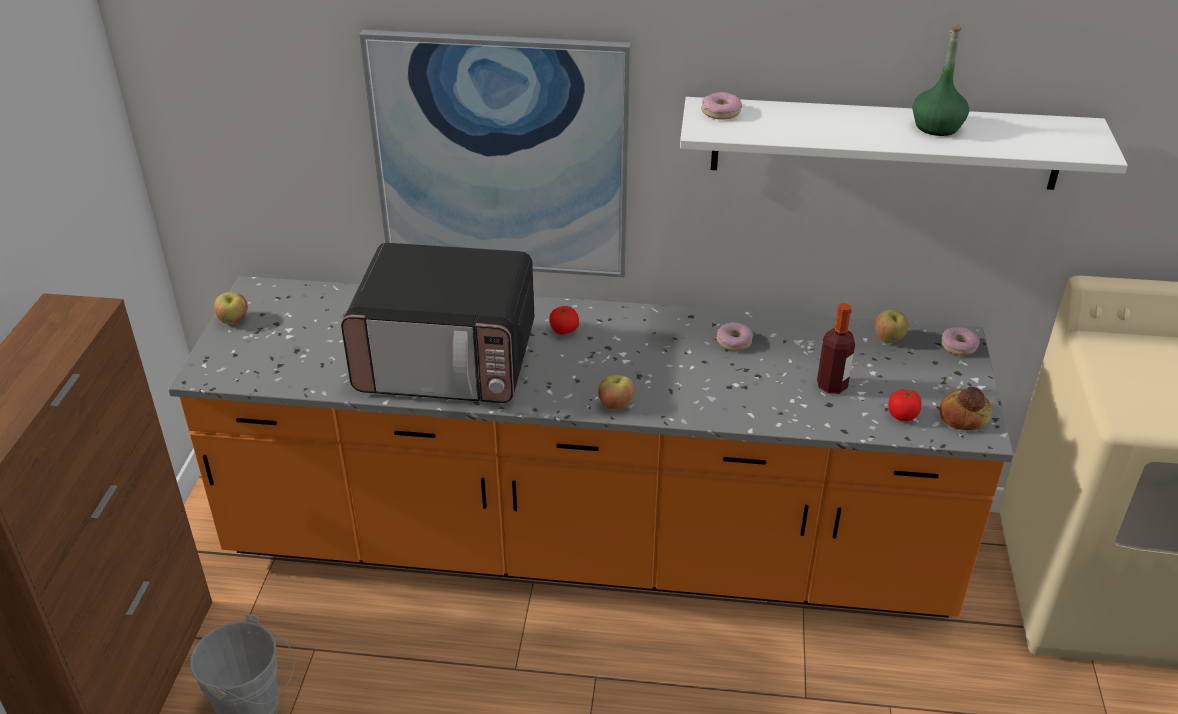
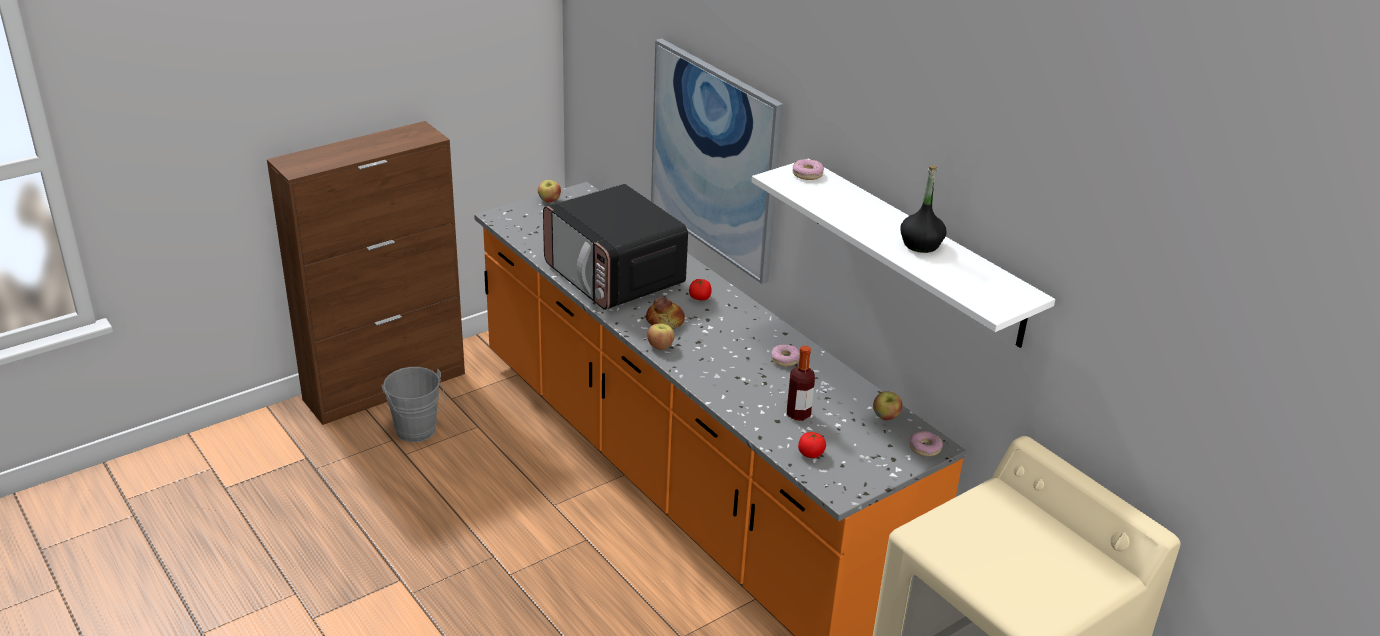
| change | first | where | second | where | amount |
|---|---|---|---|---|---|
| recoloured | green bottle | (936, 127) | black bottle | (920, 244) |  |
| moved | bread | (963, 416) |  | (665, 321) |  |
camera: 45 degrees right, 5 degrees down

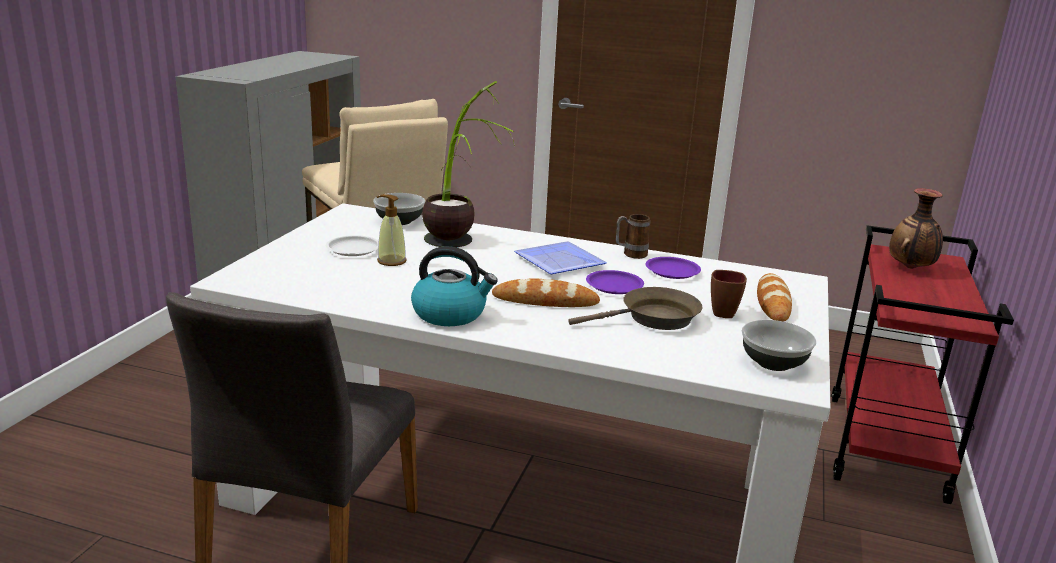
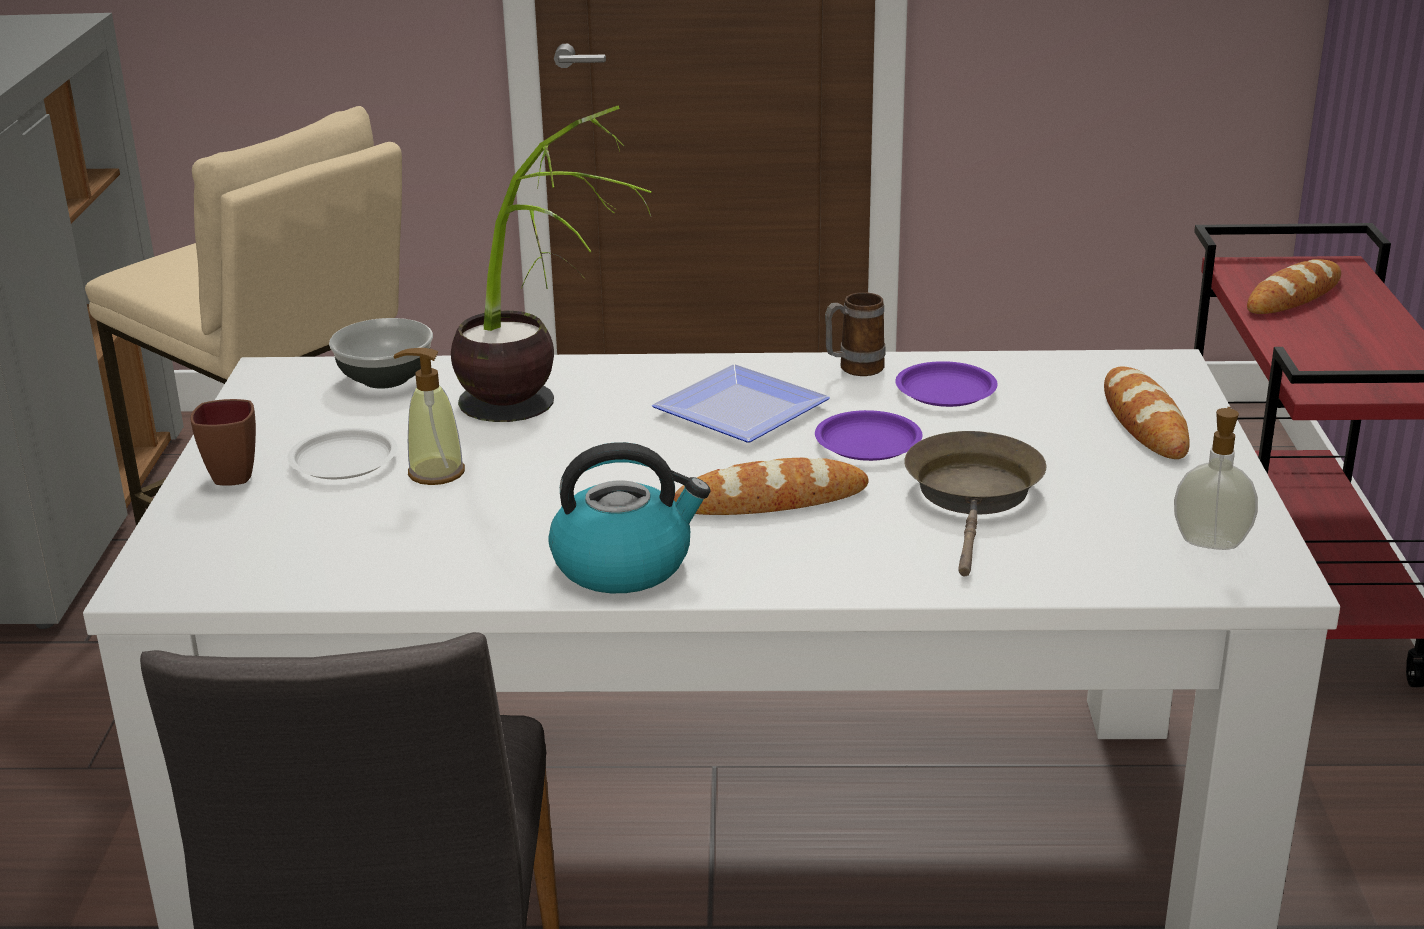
| change | first | where | second | where | amount |
|---|---|---|---|---|---|
| replaced | vase | (910, 268) | bread | (1293, 296) |  |
| moved | brown mug | (723, 311) |  | (234, 472) |  |
| turned | brown frying pan | (653, 318) |  | (974, 496) | 45 degrees counterclockwise |
| replaced | bowl | (772, 363) | soap dispenser | (1210, 542) |  |
camera: 15 degrees left, 5 degrees up

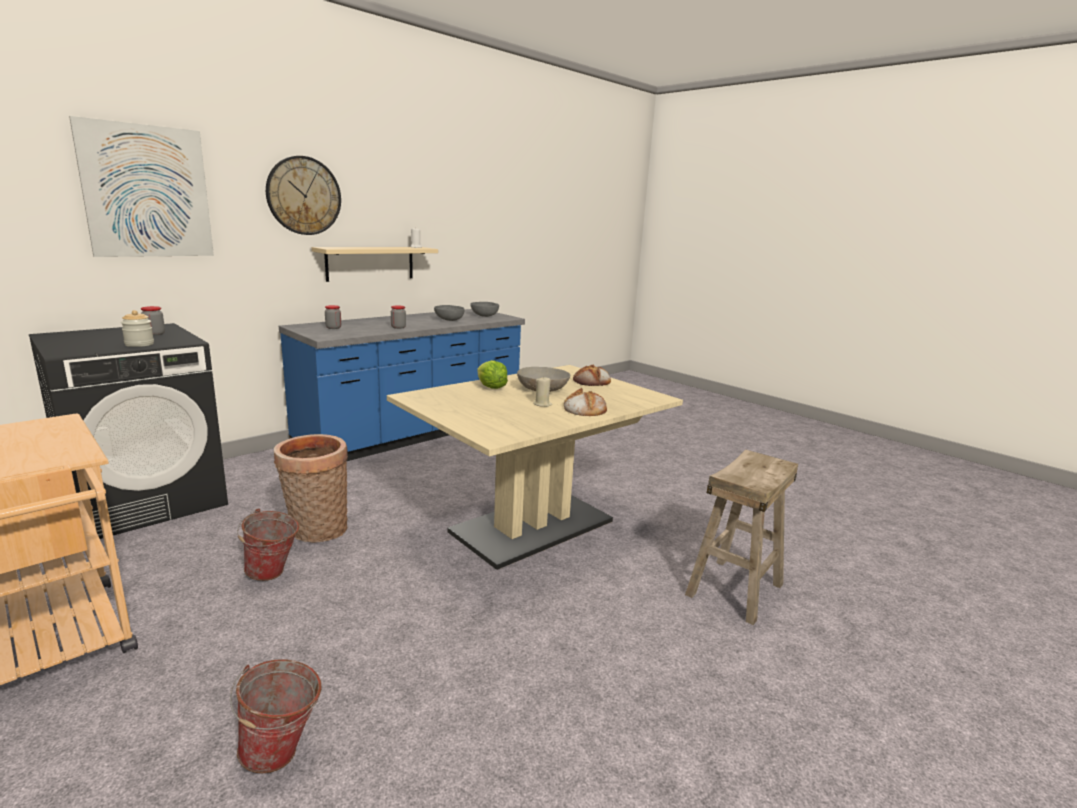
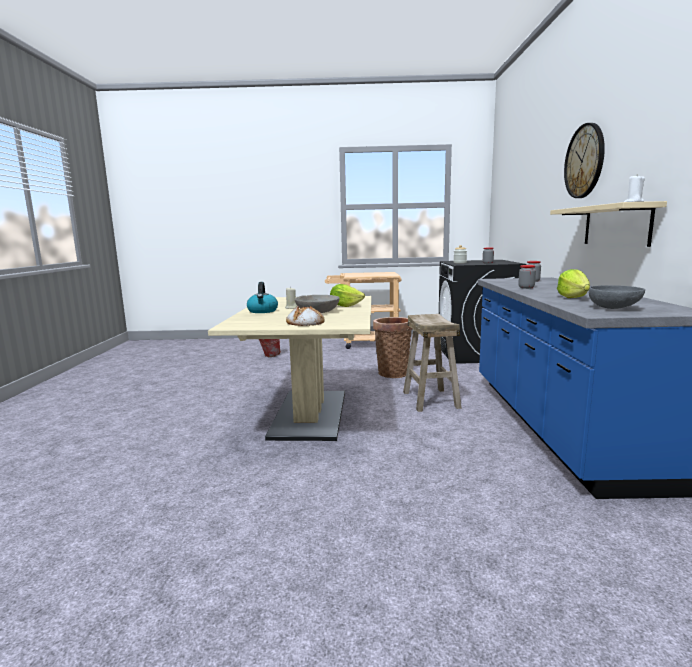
| change | first | where | second | where | amount |
|---|---|---|---|---|---|
| removed | picture | (147, 192) |  |  |  |
| replaced | grey bowl | (449, 320) | lettuce | (573, 297) |  |
| replaced | bread | (584, 409) | kettle | (263, 311) |  |
| moved | beige stool | (734, 588) |  | (431, 400) |  |
| removed | bucket | (272, 574) |  |  |  |
camera: 135 degrees right, 5 degrees down

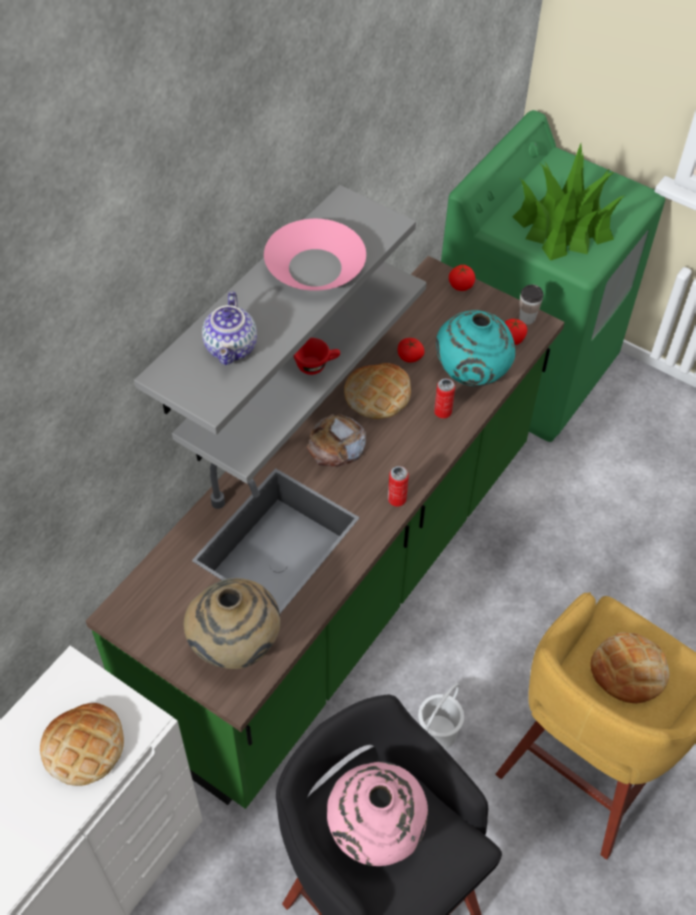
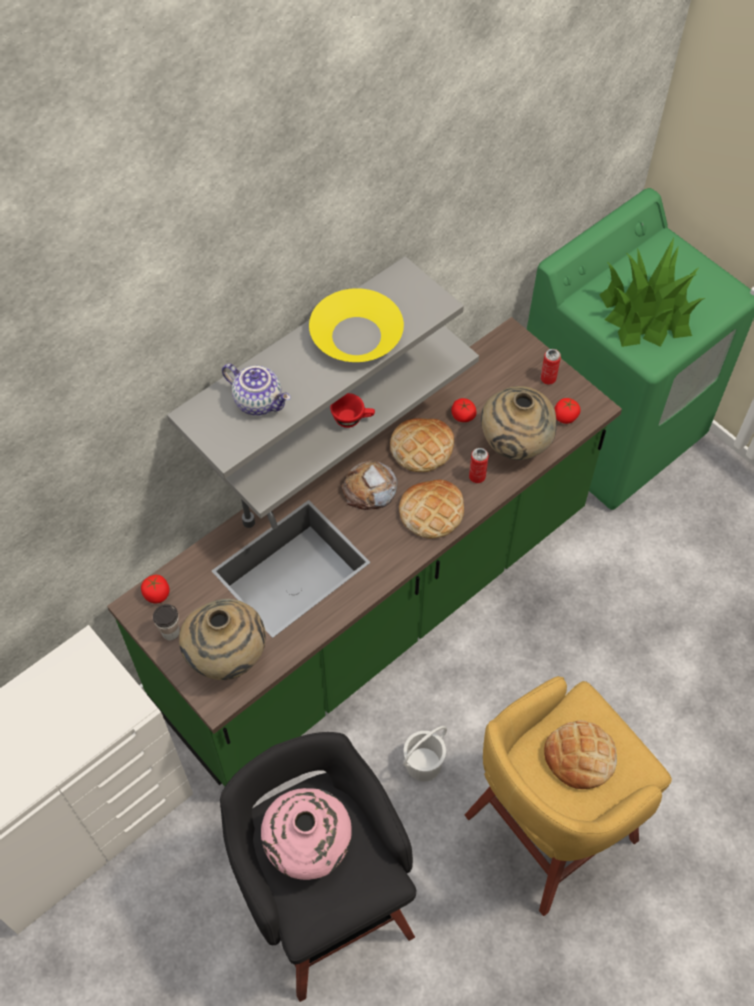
| change | first | where | second | where | amount |
|---|---|---|---|---|---|
| recoloured | pink bowl | (315, 267) | yellow bowl | (356, 335) |  |
| moved | tomato | (461, 285) |  | (157, 594) |  |
| moved | cup | (527, 318) |  | (170, 632) |  |
| turned | teapot | (232, 348) |  | (259, 401) | 75 degrees counterclockwise |
| recoloured | turquoise vase | (471, 375) | beige vase | (515, 446) |  |
| moved | can | (397, 499) |  | (548, 378) |  |
| moved | bread | (84, 747) |  | (431, 512) |  |
camera: 15 degrees right, 5 degrees up

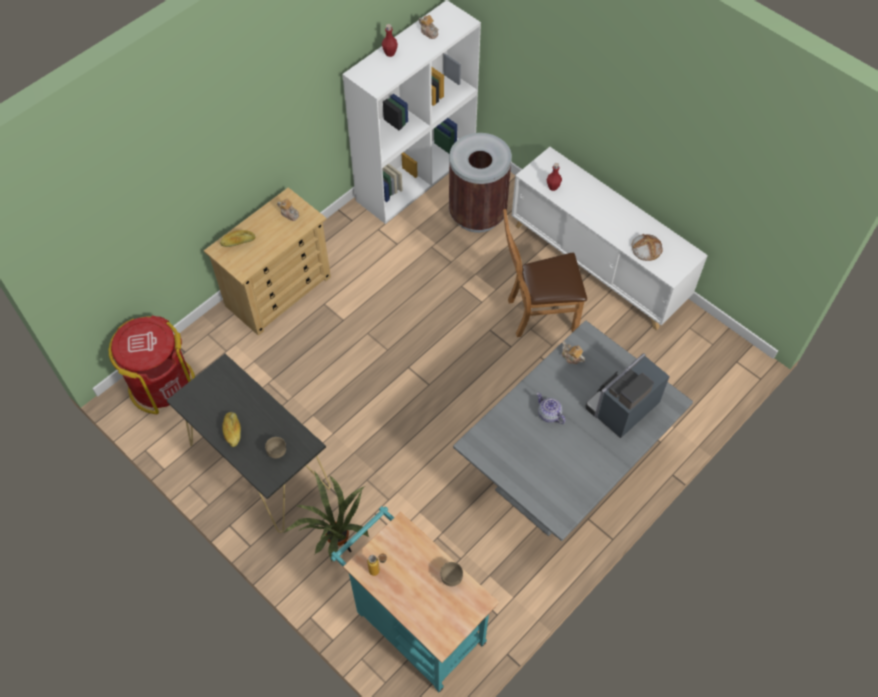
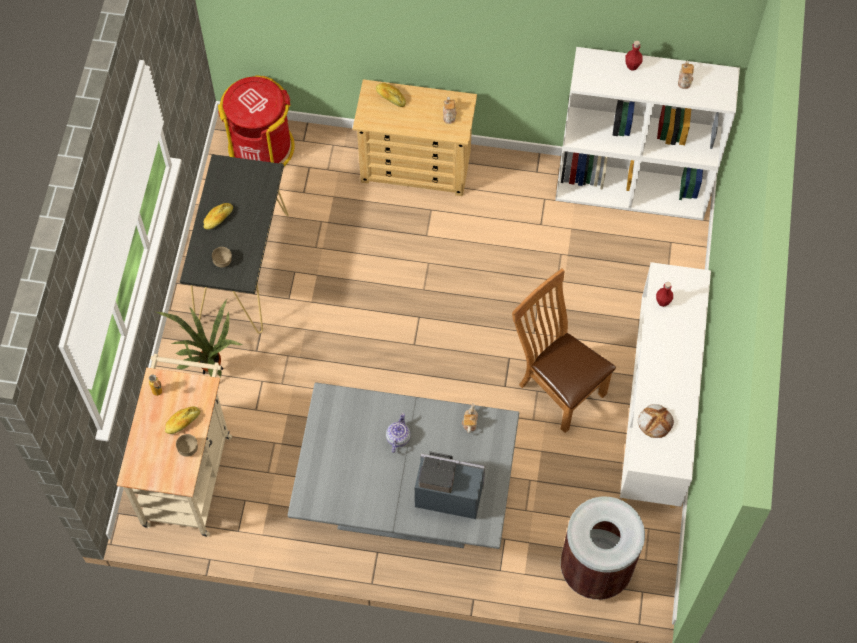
| change | first | where | second | where | amount |
|---|---|---|---|---|---|
| moved | brown trash can | (477, 214) |  | (595, 568) |  |
| recoloured | turquoise cart | (415, 623) | beige cart | (188, 473) |  |
| added |  |  | bread | (183, 422) |  |
camera: 55 degrees right, 5 degrees up

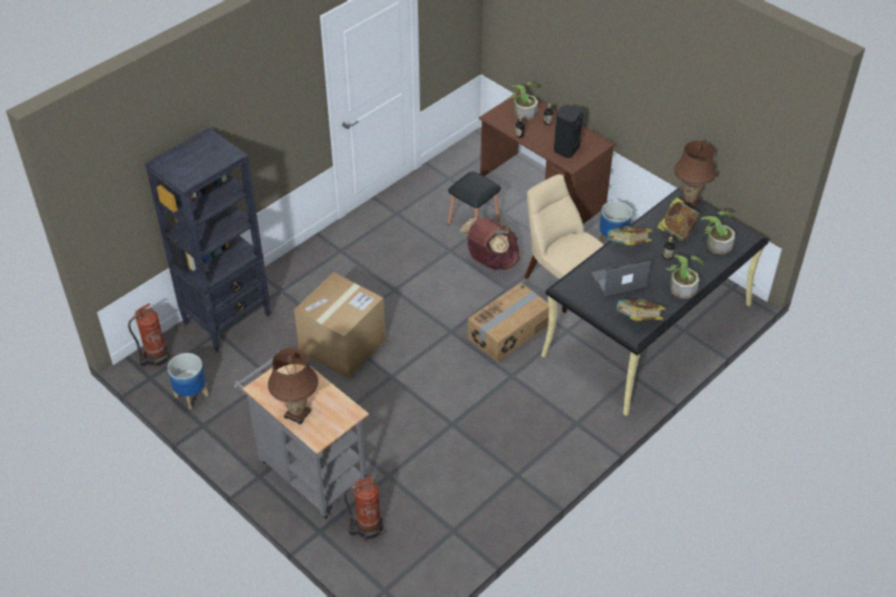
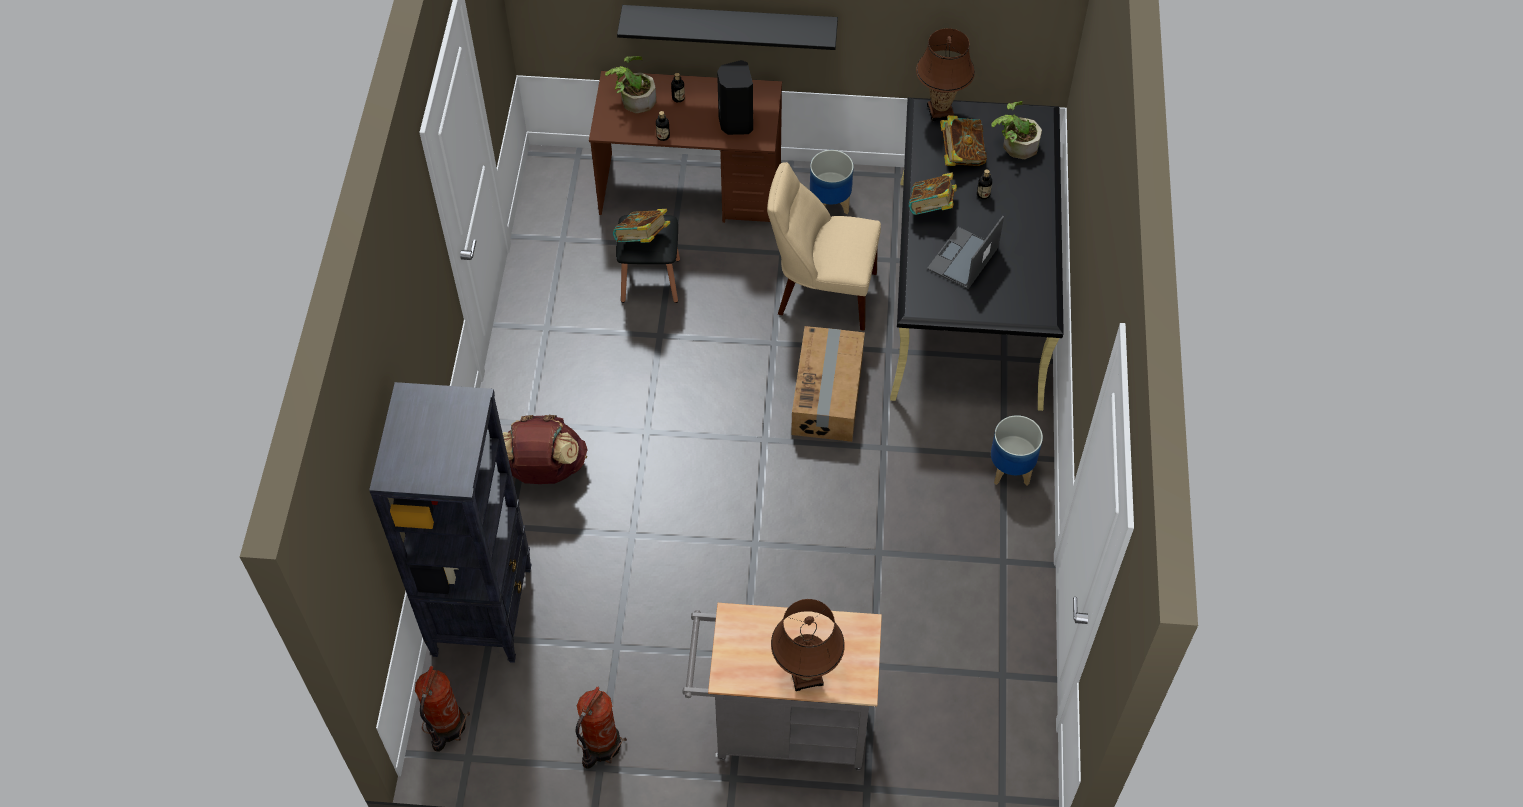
| change | first | where | second | where | amount |
|---|---|---|---|---|---|
| moved | brown backpack | (491, 261) |  | (543, 470) |  |
| removed | potted plant | (682, 286) |  |  |  |
| removed | cardboard box | (342, 345) |  |  |  |
| moved | book | (638, 320) |  | (642, 240) |  |
| moved | planter | (191, 395) |  | (1010, 470) |  |
| moved | fire extinguisher | (367, 527) |  | (599, 745) |  |
| added |  |  | black shelf | (730, 25) |  |
camera: 40 degrees left, 10 degrees up

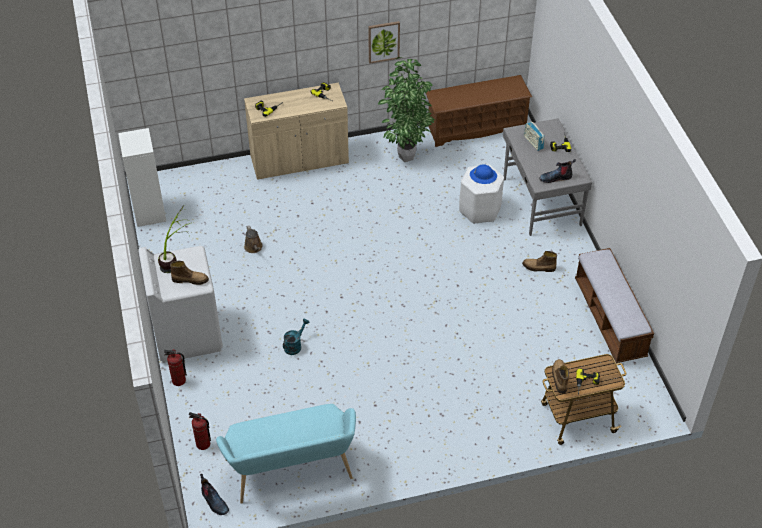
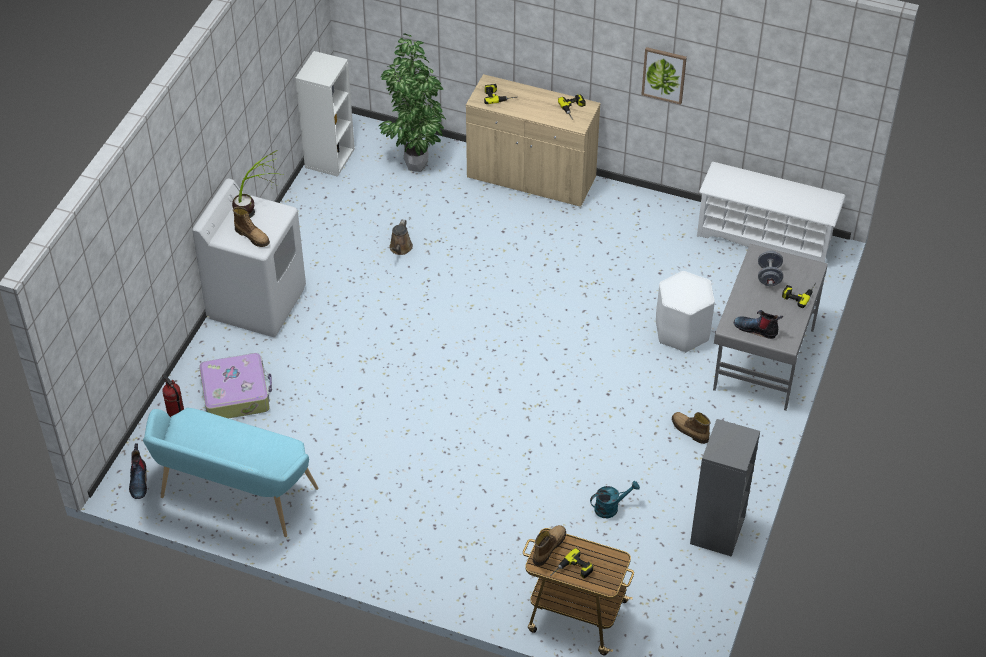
| change | first | where | second | where | amount |
|---|---|---|---|---|---|
| moved | potted plant | (405, 158) |  | (413, 166) |  |
| recoloured | brown shoe rack | (476, 128) | white shoe rack | (765, 237) |  |
| replaced | radio | (533, 142) | grey dumbbell | (769, 276) |  |
| removed | blue hard hat | (483, 176) |  |  |  |
| replaced | bench | (609, 319) | grey bookcase | (718, 531) |  |
| moved | turquoise watering can | (295, 345) |  | (610, 507) |  |
| removed | fire extinguisher | (178, 381) |  |  |  |
| added |  |  | suitcase | (236, 393) |  |
camera: 35 degrees right, 0 degrees up

